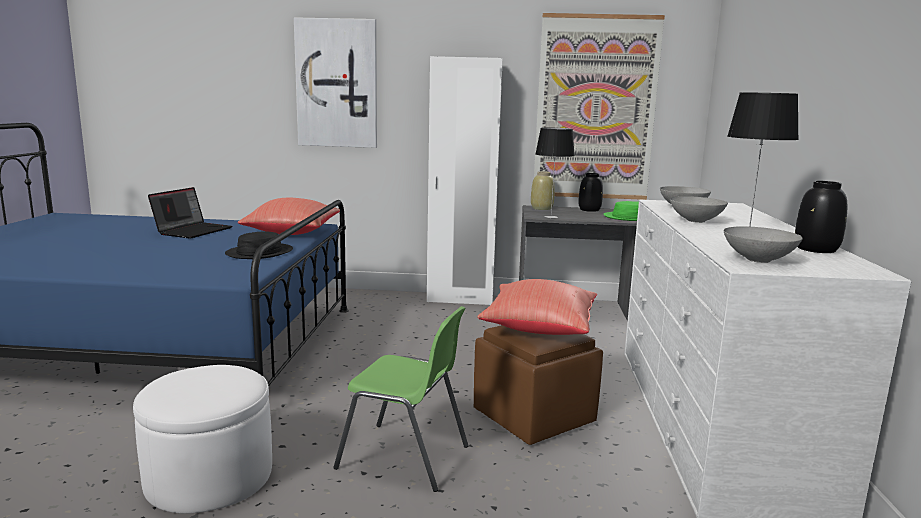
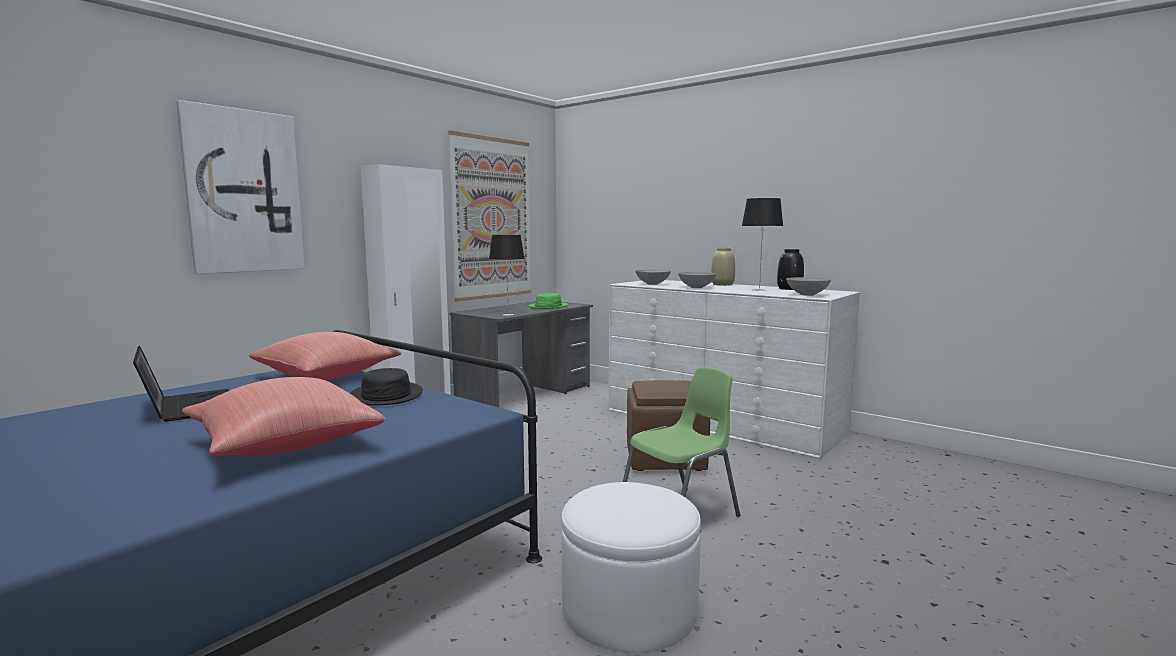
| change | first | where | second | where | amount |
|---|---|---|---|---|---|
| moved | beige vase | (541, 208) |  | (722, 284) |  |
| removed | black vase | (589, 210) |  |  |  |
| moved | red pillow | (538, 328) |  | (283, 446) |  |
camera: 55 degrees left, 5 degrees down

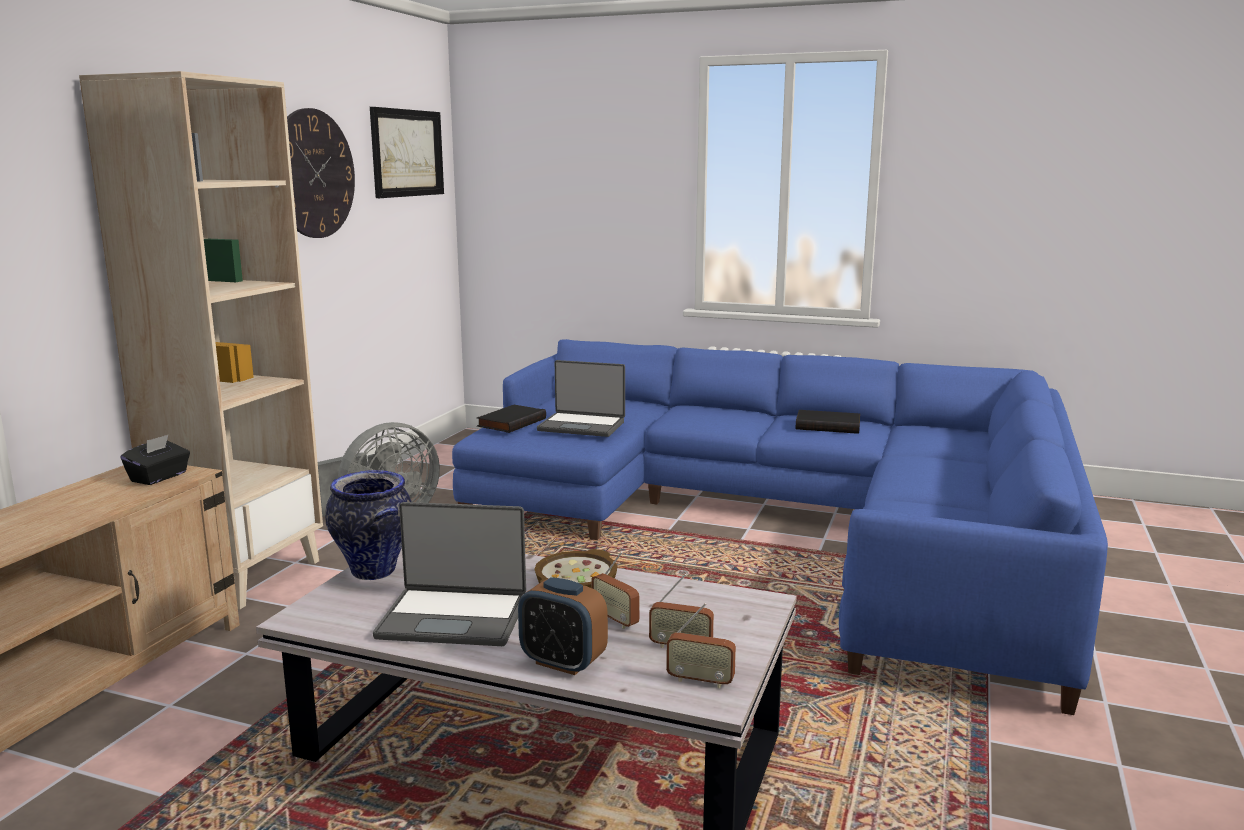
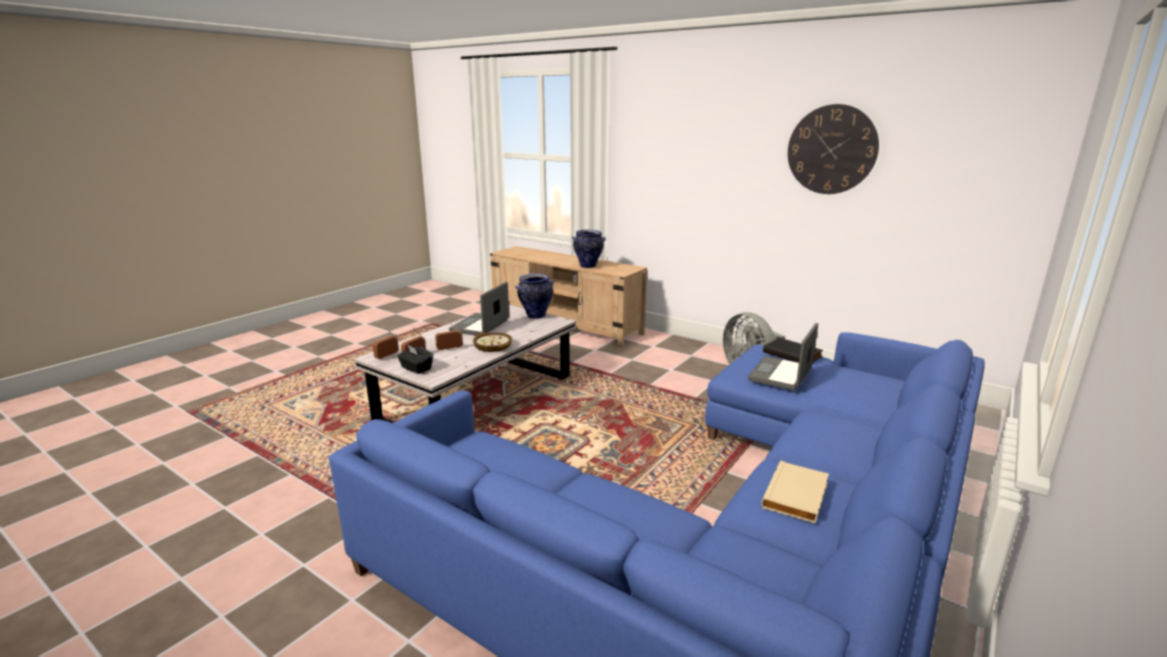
| change | first | where | second | where | amount |
|---|---|---|---|---|---|
| removed | beige bookcase | (242, 576) |  |  |  |
| removed | picture | (407, 153) |  |  |  |
| recoloured | black book | (828, 425) | beige book | (797, 496) |  |
| moved | black tissue box | (159, 477) |  | (416, 369) |  |
| removed | alarm clock | (563, 662) |  |  |  |
| added |  |  | vase | (588, 266) |  |
camera: 105 degrees right, 5 degrees up

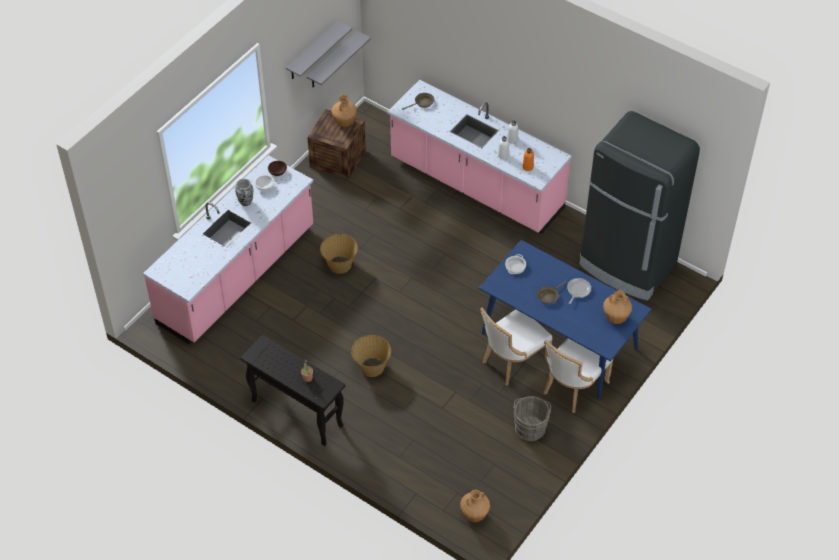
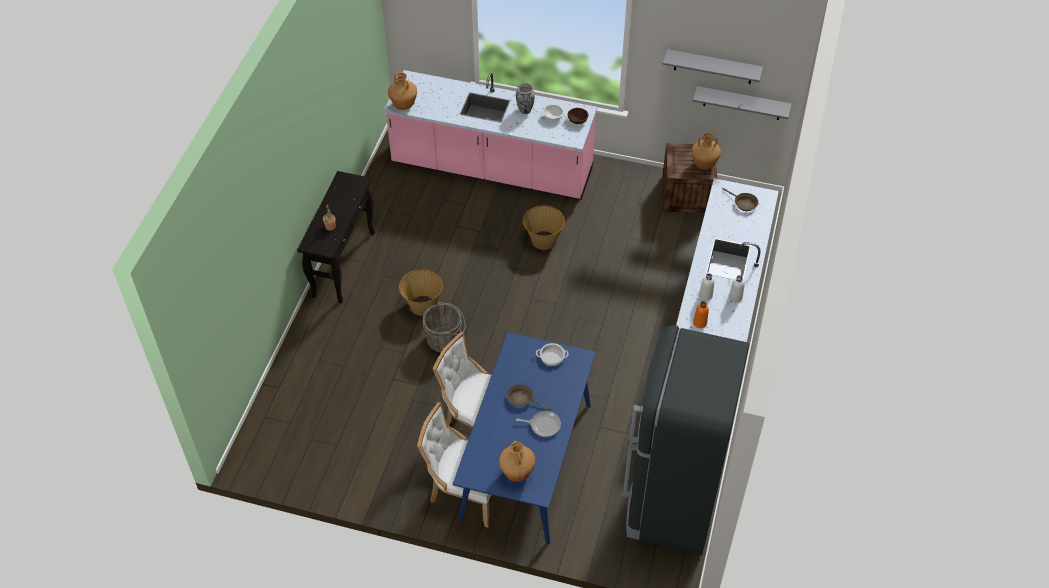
| change | first | where | second | where | amount |
|---|---|---|---|---|---|
| moved | grey bucket | (530, 427) |  | (446, 339) |  |
| moved | brown vase | (474, 515) |  | (403, 105) |  |
camera: 70 degrees right, 0 degrees up

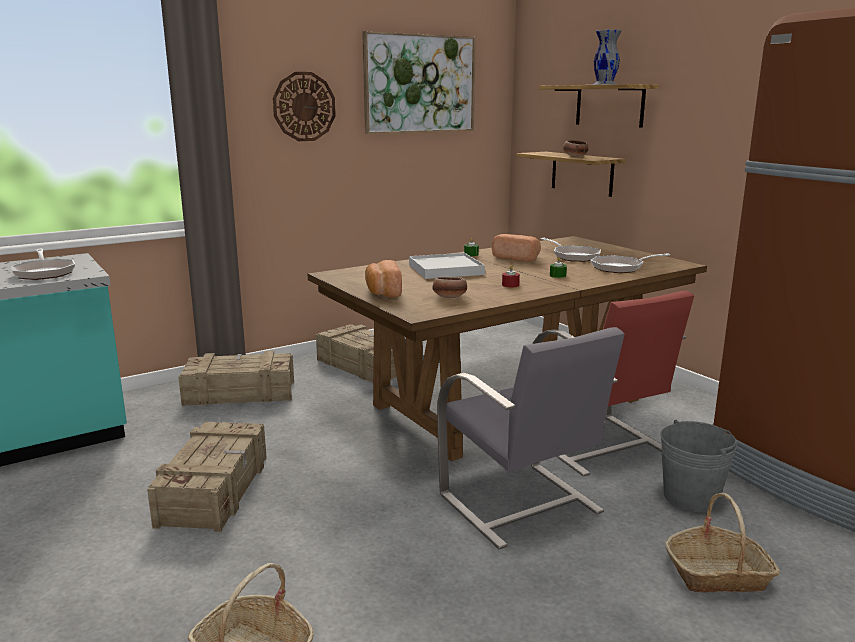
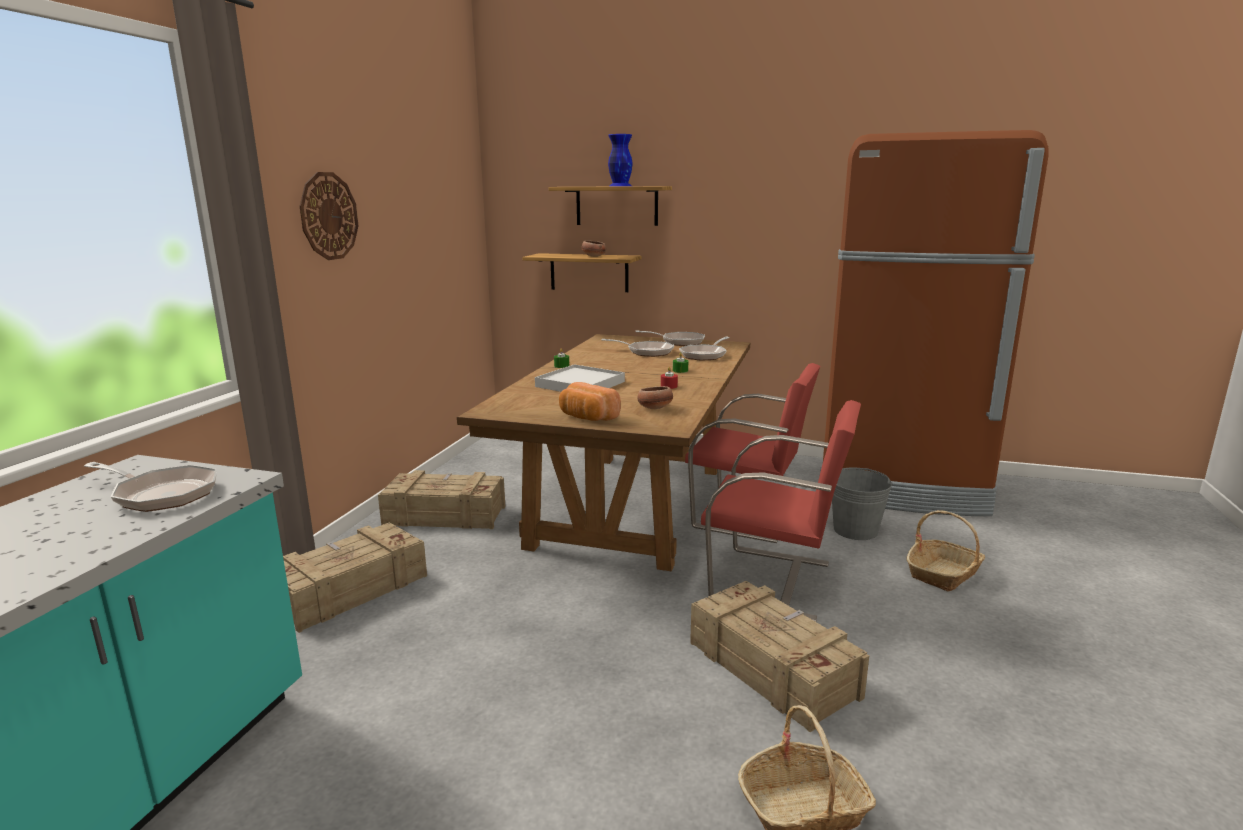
| change | first | where | second | where | amount |
|---|---|---|---|---|---|
| recoloured | grey vase | (604, 84) | blue vase | (620, 186) |  |
| removed | picture | (420, 84) |  |  |  |
| removed | bread | (517, 258) |  |  |  |
| recoloured | grey chair | (521, 505) | red chair | (774, 583) |  |
| moved | crate | (215, 489) |  | (772, 668) |  |
| added |  |  | frying pan | (679, 342) |  |
camera: 40 degrees left, 0 degrees up

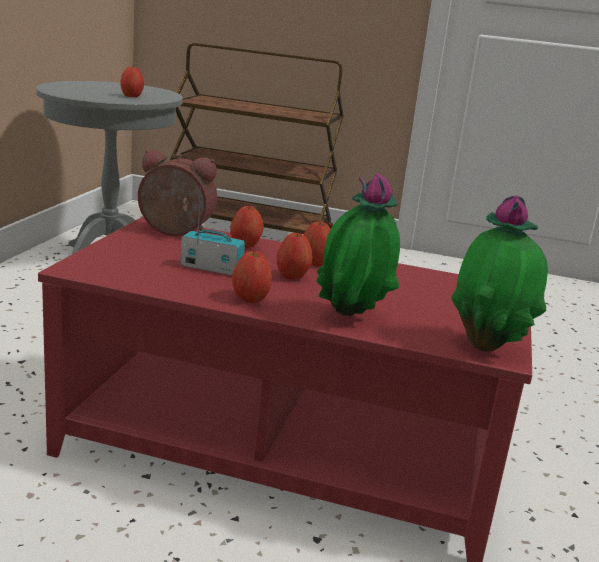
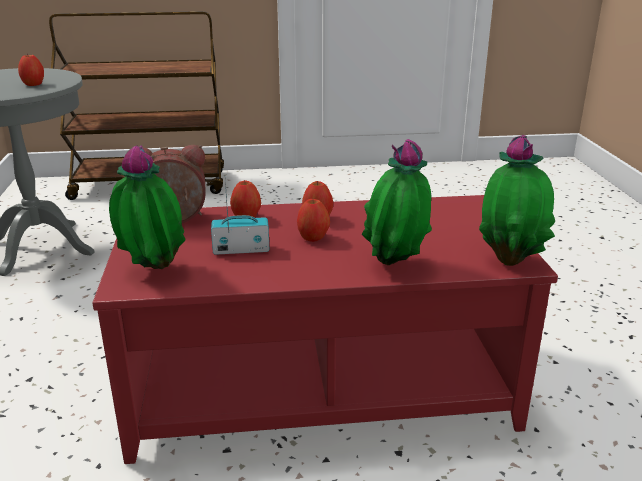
| change | first | where | second | where | amount |
|---|---|---|---|---|---|
| removed | apple | (250, 298) |  |  |  |
| added |  |  | potted plant | (152, 271) |  |
camera: 20 degrees left, 5 degrees up

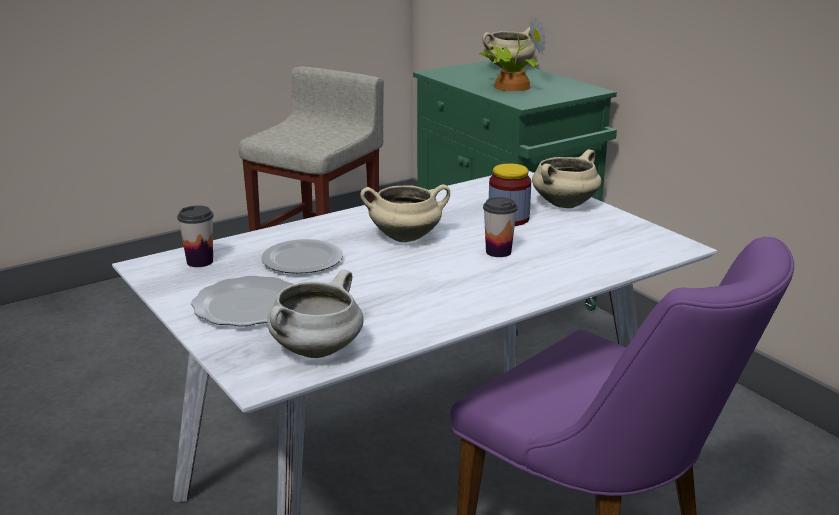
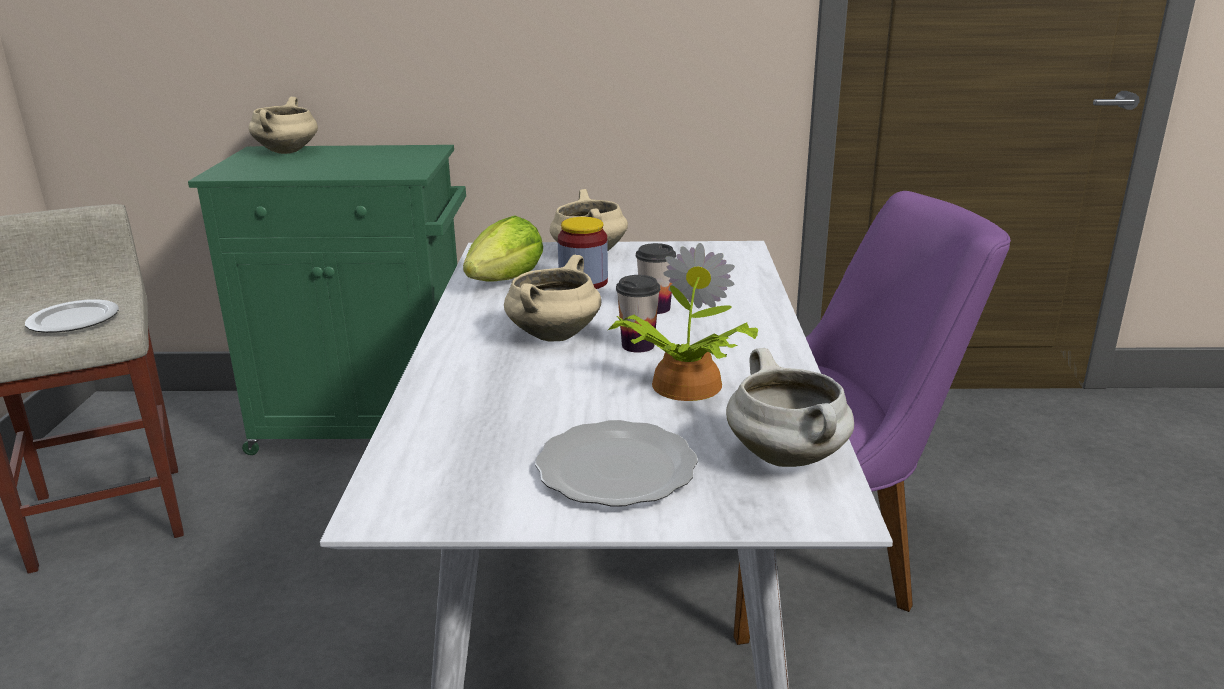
| change | first | where | second | where | amount |
|---|---|---|---|---|---|
| moved | potted plant | (509, 86) |  | (683, 385) |  |
| moved | cup | (200, 261) |  | (638, 345) |  |
| moved | plate | (301, 260) |  | (73, 321) |  |
| added |  |  | lettuce | (506, 281) |  |
camera: 55 degrees left, 0 degrees up

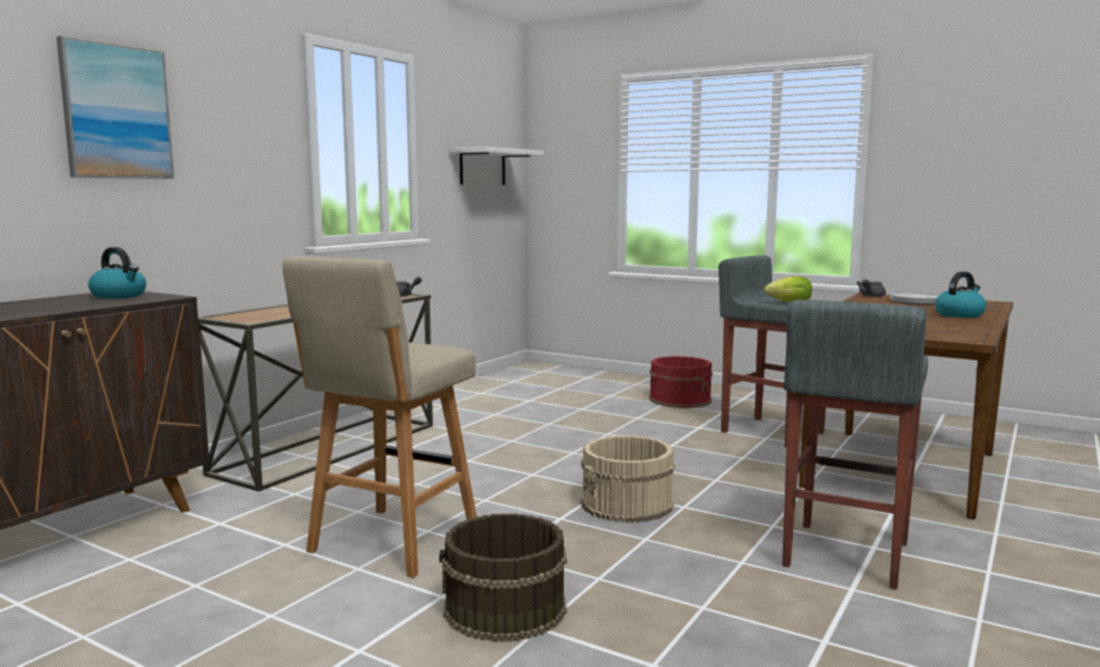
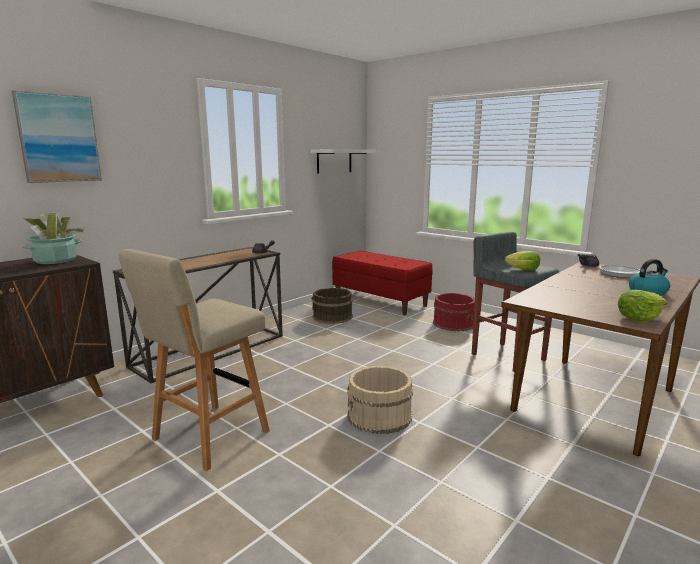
| change | first | where | second | where | amount |
|---|---|---|---|---|---|
| replaced | kettle | (119, 296) | potted plant | (55, 260) |  |
| removed | grey stool | (844, 555) |  |  |  |
| moved | brown bucket | (505, 610) |  | (332, 317) |  |
| added |  |  | red bench | (380, 301) |  |
| added |  |  | lettuce | (639, 318) |  |
camera: 10 degrees right, 5 degrees up

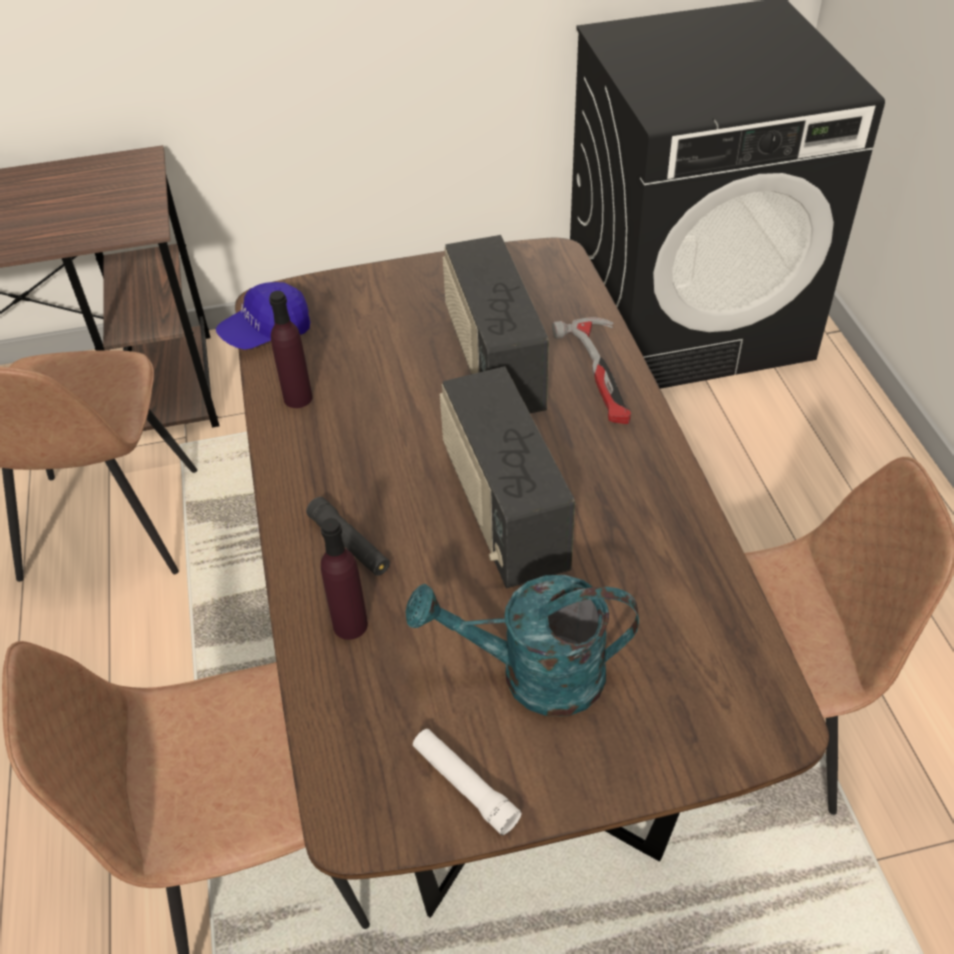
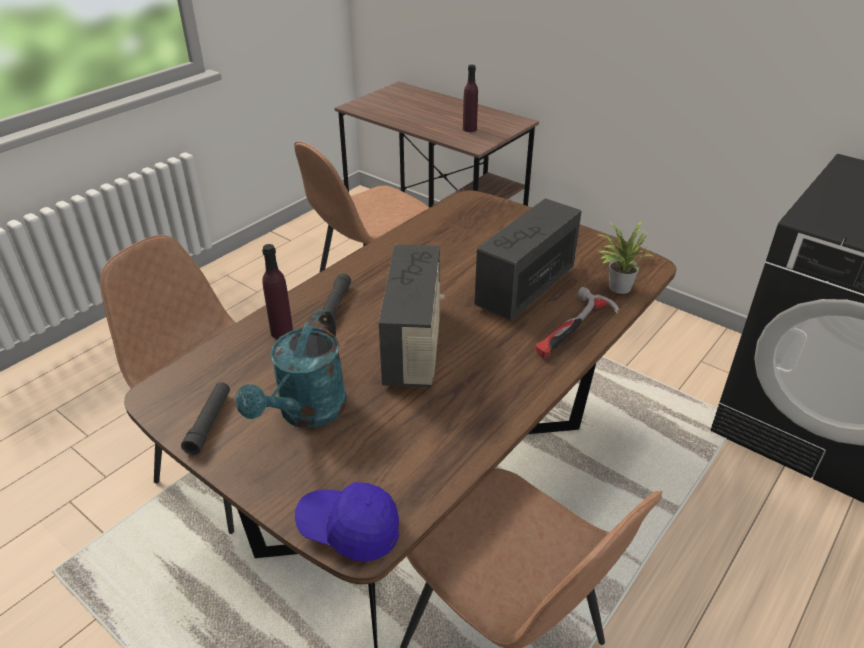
| change | first | where | second | where | amount |
|---|---|---|---|---|---|
| moved | blue cap | (266, 332) |  | (349, 530) |  |
| moved | purple bottle | (298, 398) |  | (469, 129) |  |
| turned | radio | (503, 513) |  | (414, 345) | 150 degrees clockwise |
| turned | turquoise watering can | (533, 675) |  | (306, 413) | 120 degrees counterclockwise |
| recoloured | white flashlight | (464, 785) | black flashlight | (209, 423) |  |
| added |  |  | potted plant | (616, 287) |  |
camera: 50 degrees right, 10 degrees down

